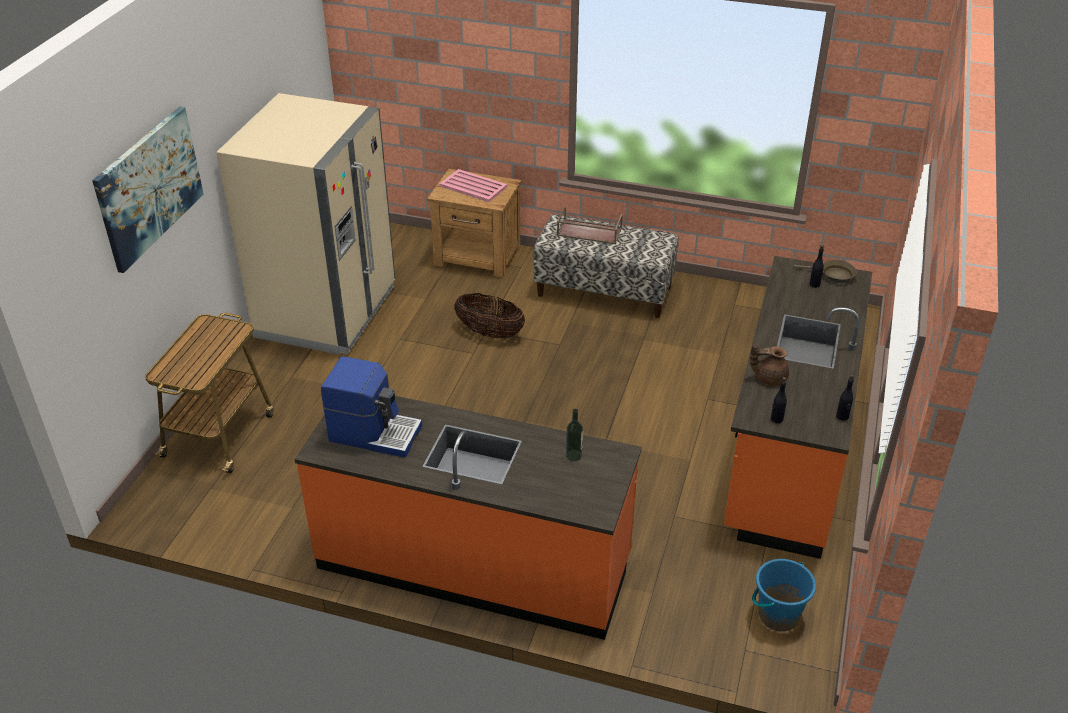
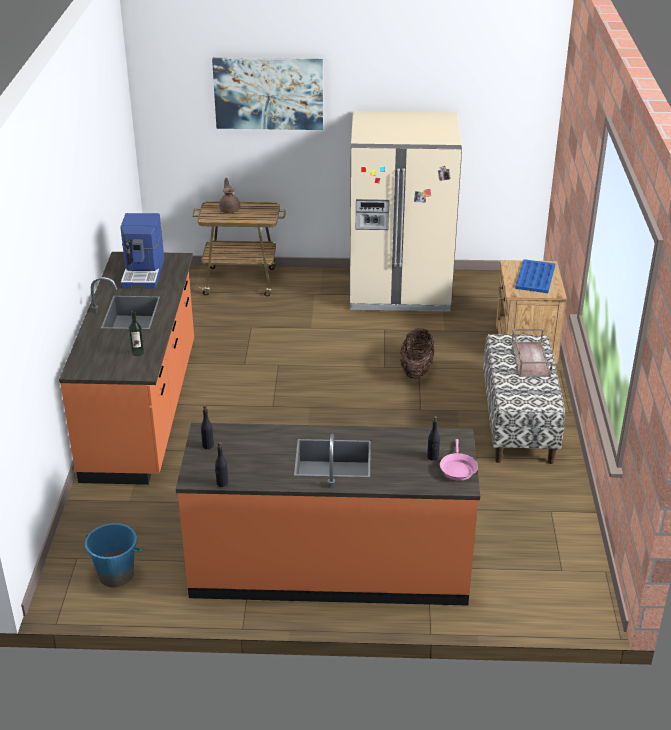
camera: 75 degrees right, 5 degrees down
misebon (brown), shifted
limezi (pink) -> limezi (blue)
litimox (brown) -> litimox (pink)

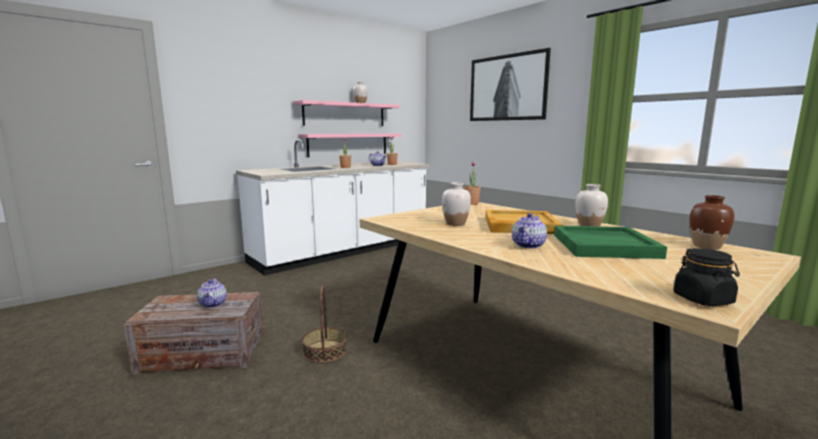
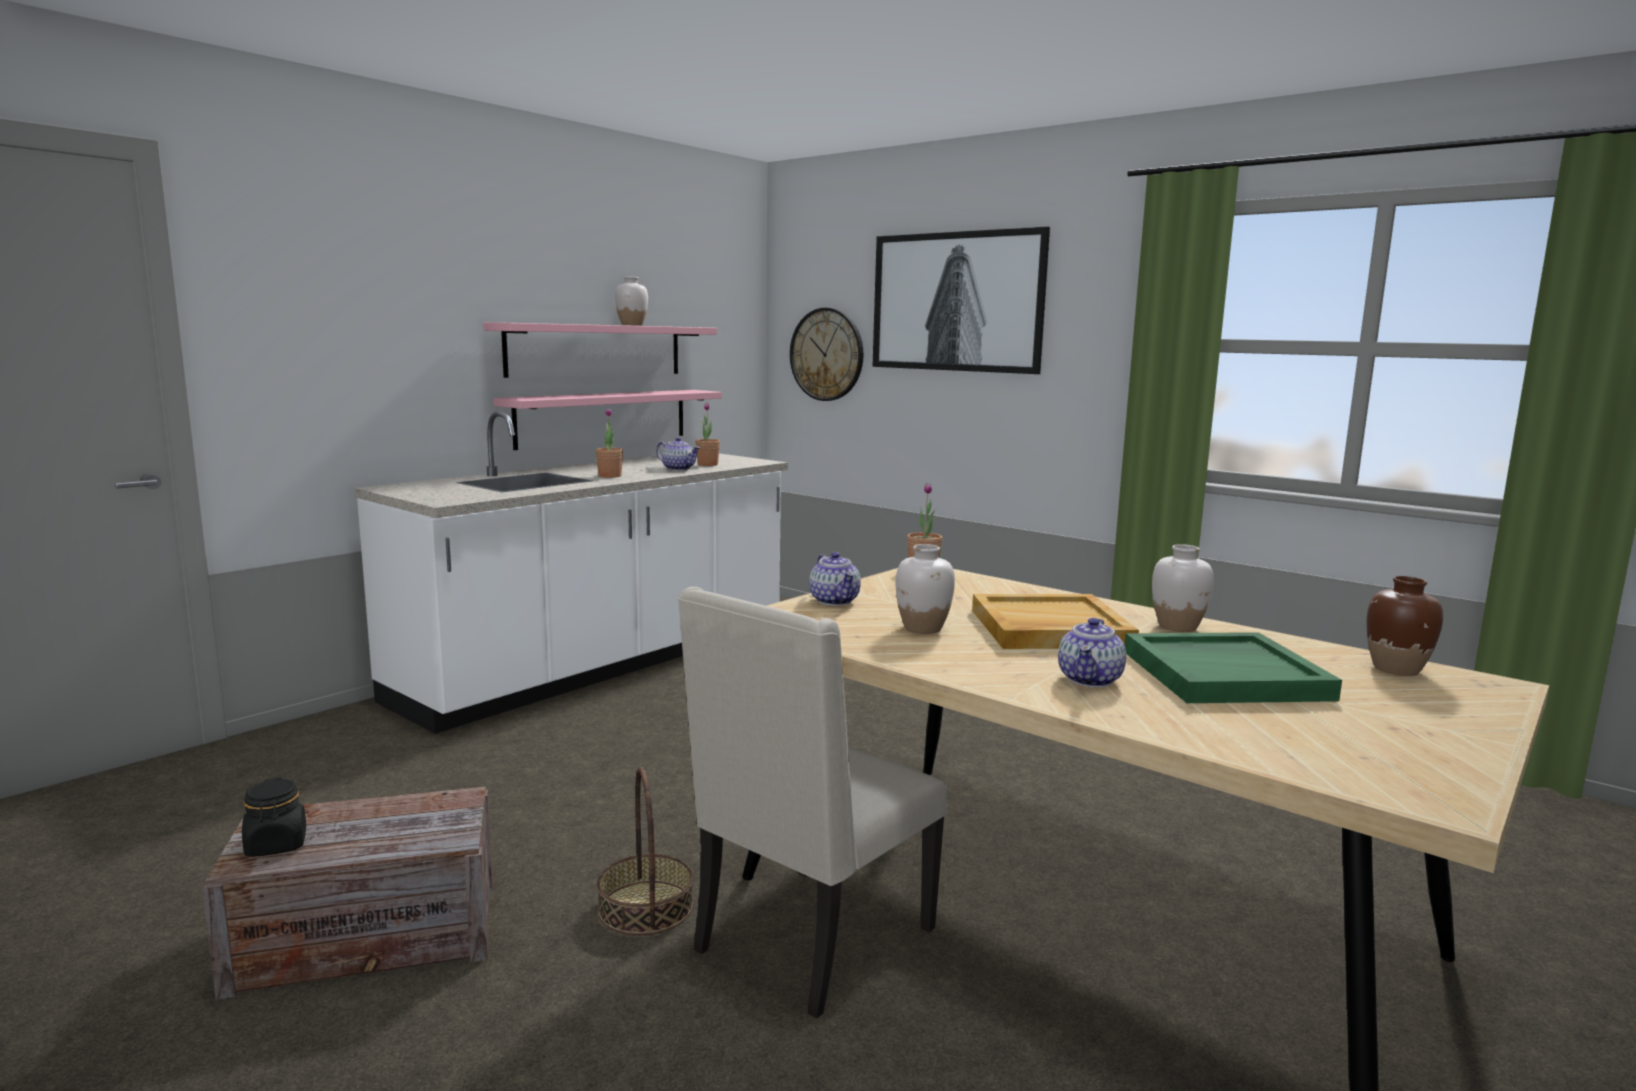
camera: 10 degrees left, 0 degrees up
none -> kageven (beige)
none -> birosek
misebon (no. 1 from left in the first image) -> misebon (no. 2 from left), shifted
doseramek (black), shifted

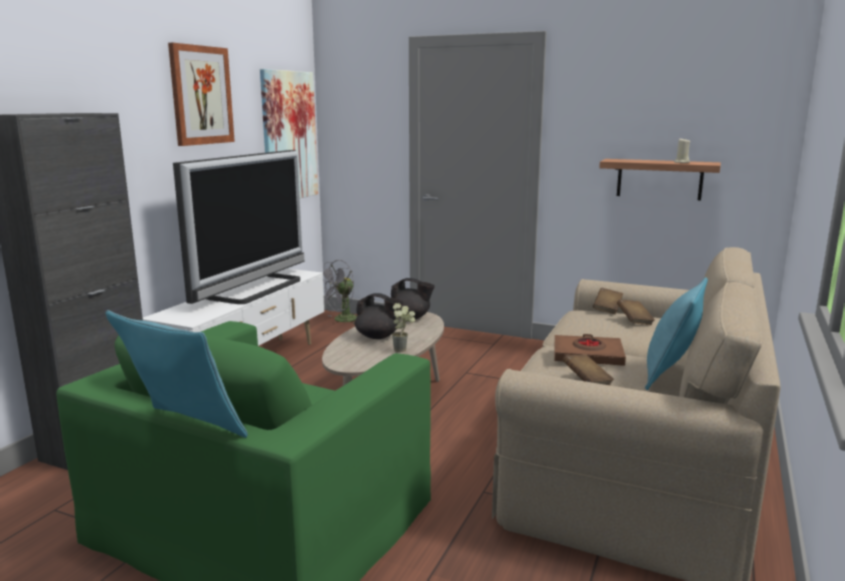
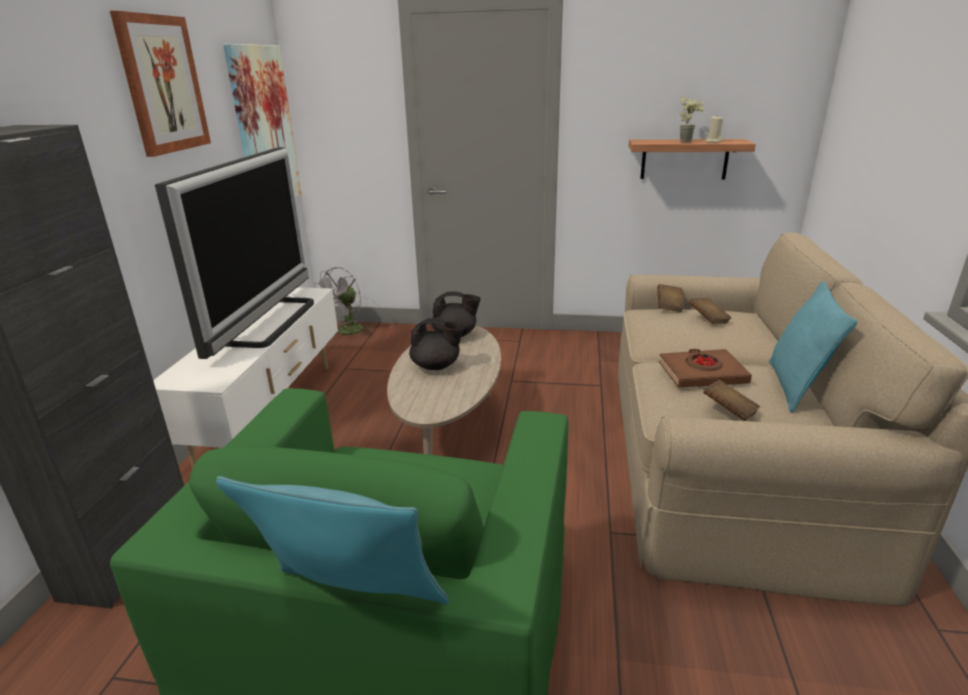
camera: 15 degrees left, 10 degrees up
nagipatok, shifted

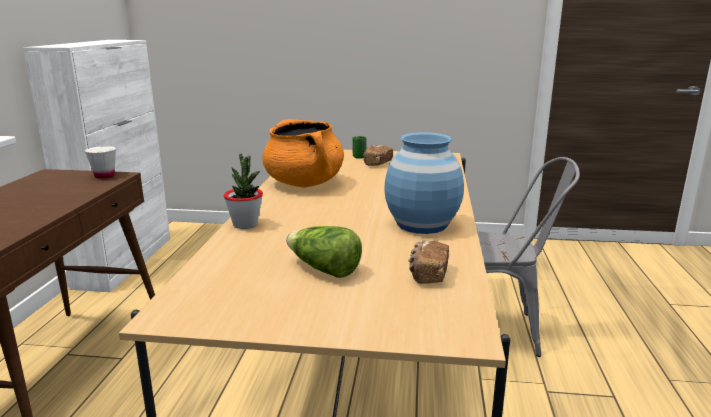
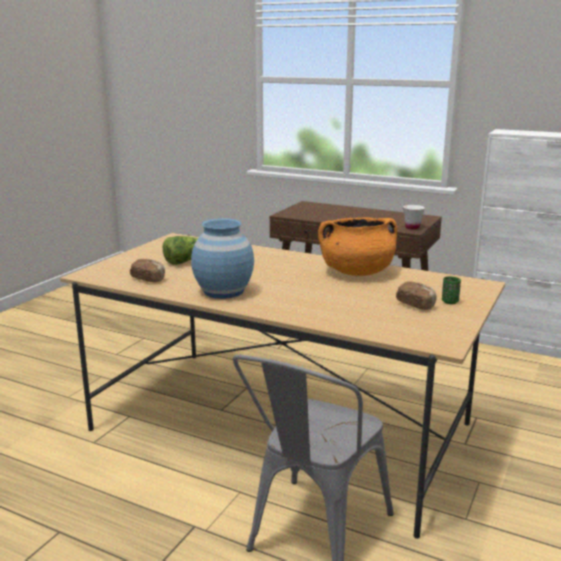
camera: 110 degrees right, 0 degrees up
nagipatok -> none

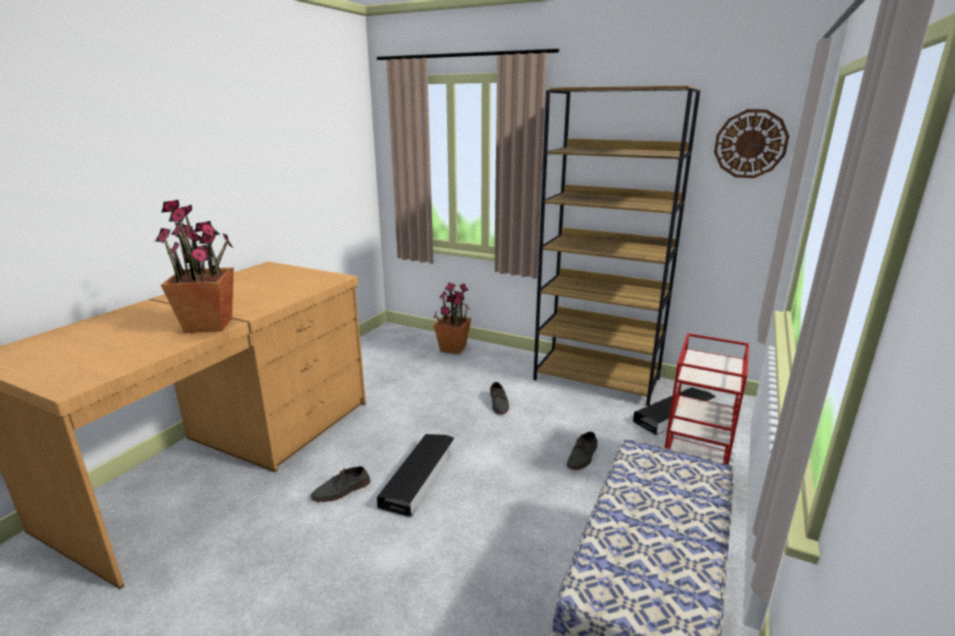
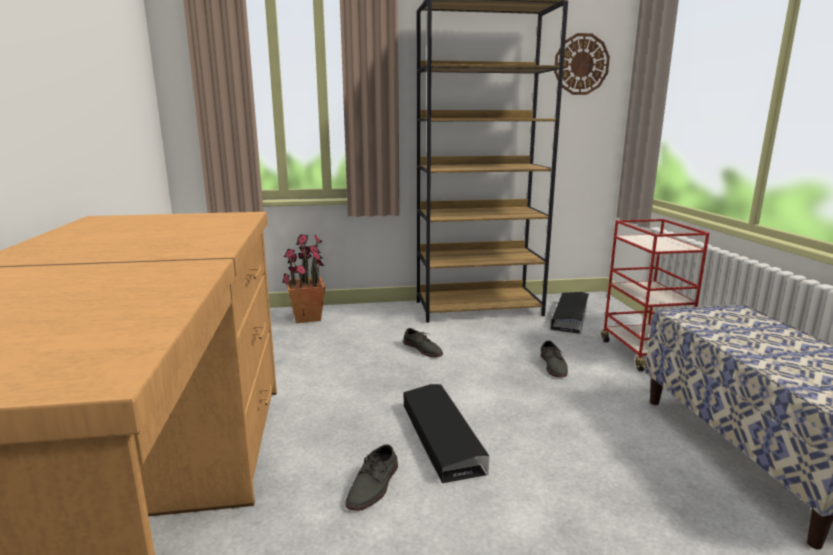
camera: 35 degrees left, 5 degrees down
nagipatok (no. 1 from left) -> none

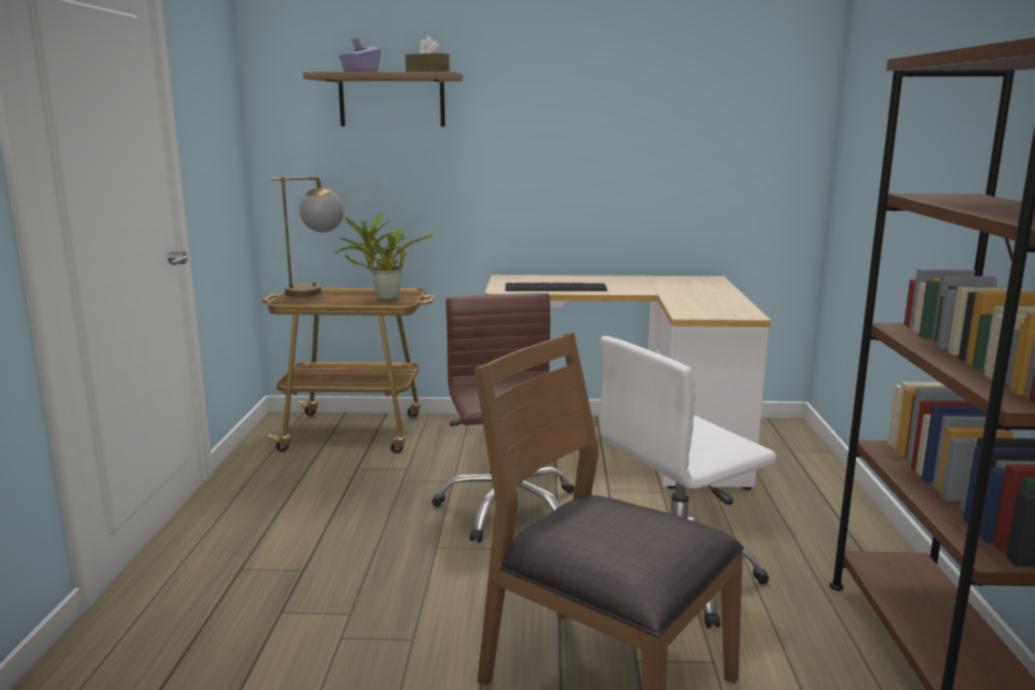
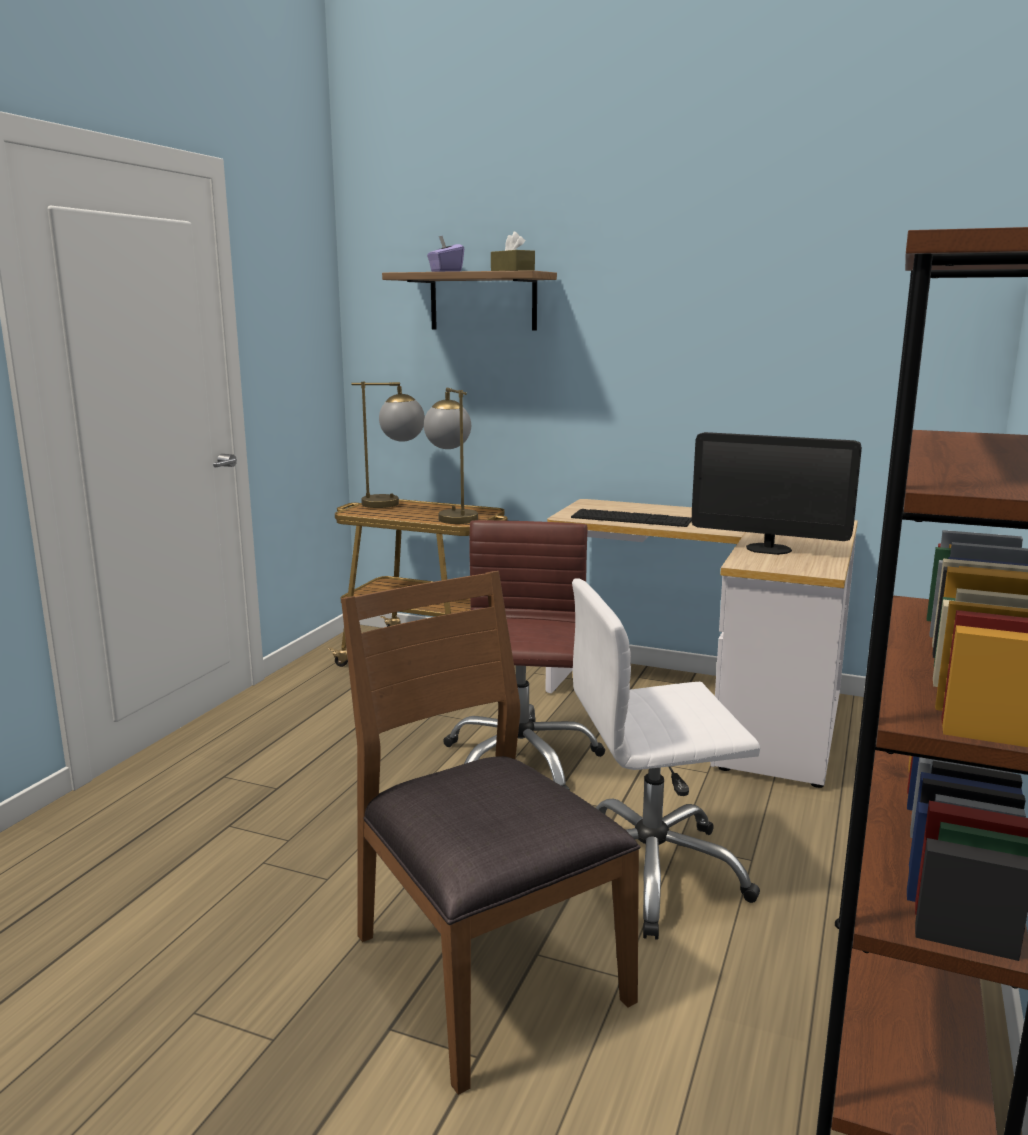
camera: 20 degrees right, 0 degrees up
none -> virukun
nagipatok -> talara (no. 2 from left)

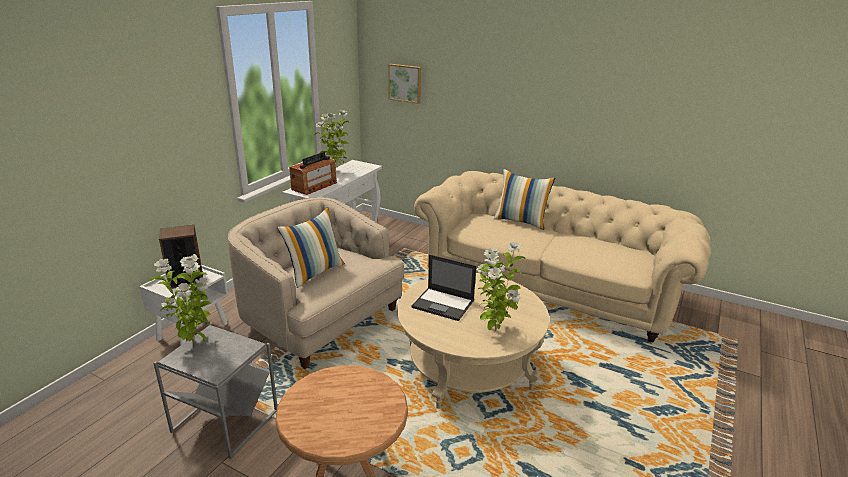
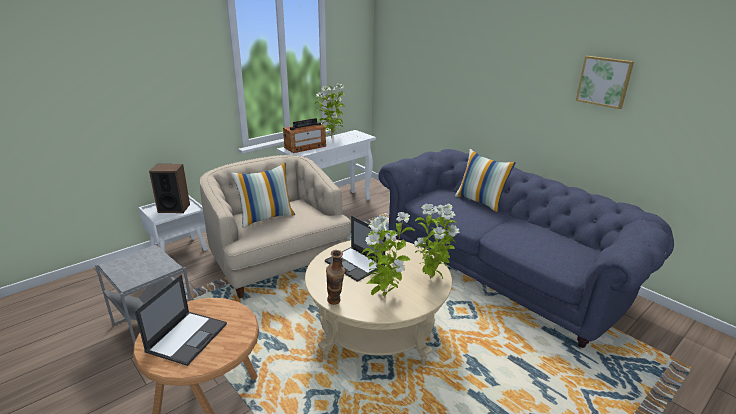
camera: 20 degrees right, 0 degrees up
none -> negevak (no. 1 from left)
none -> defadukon
nagipatok (no. 1 from left in the first image) -> nagipatok (no. 3 from left), shifted
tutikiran, shifted
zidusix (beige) -> zidusix (blue)

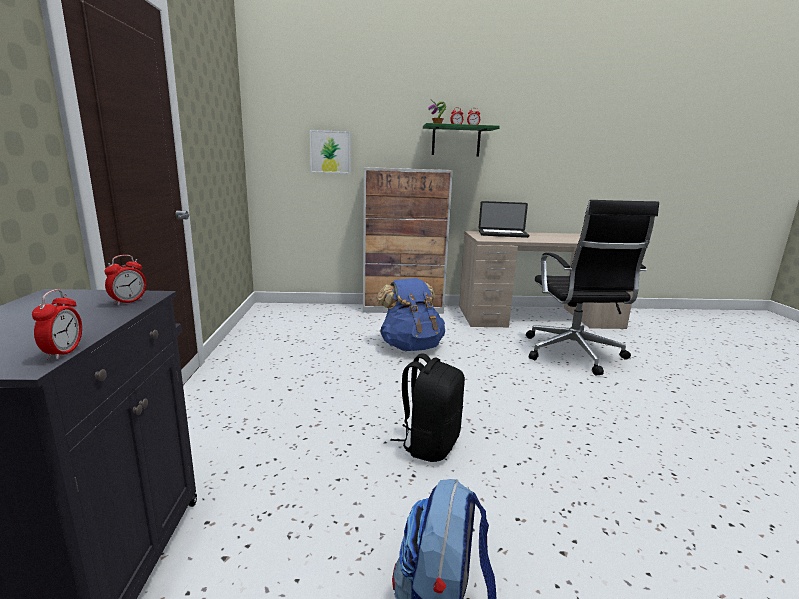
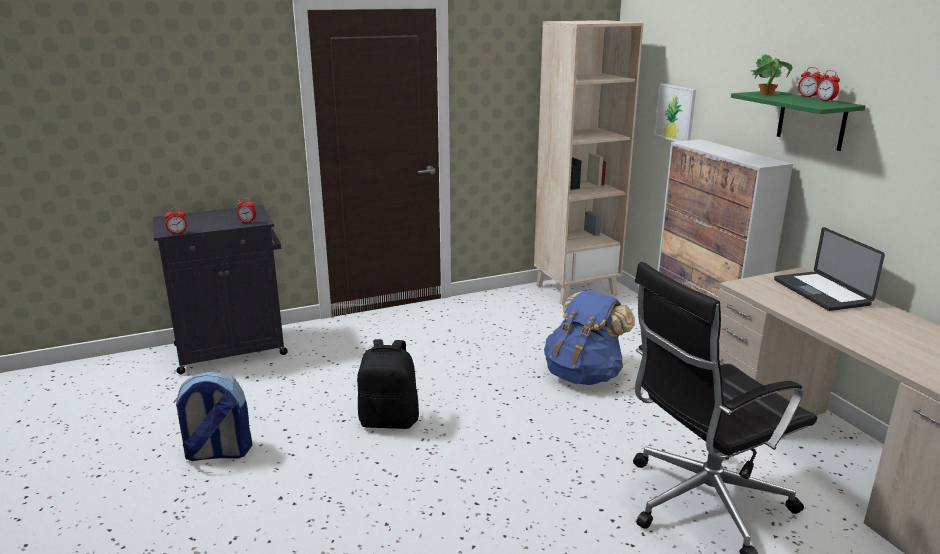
camera: 70 degrees right, 5 degrees up
none -> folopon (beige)

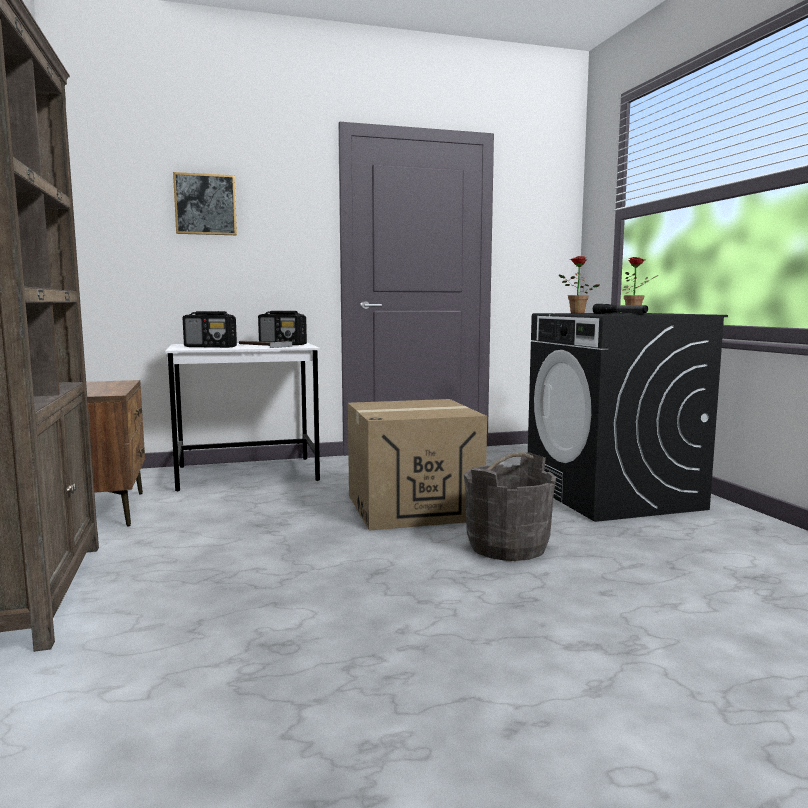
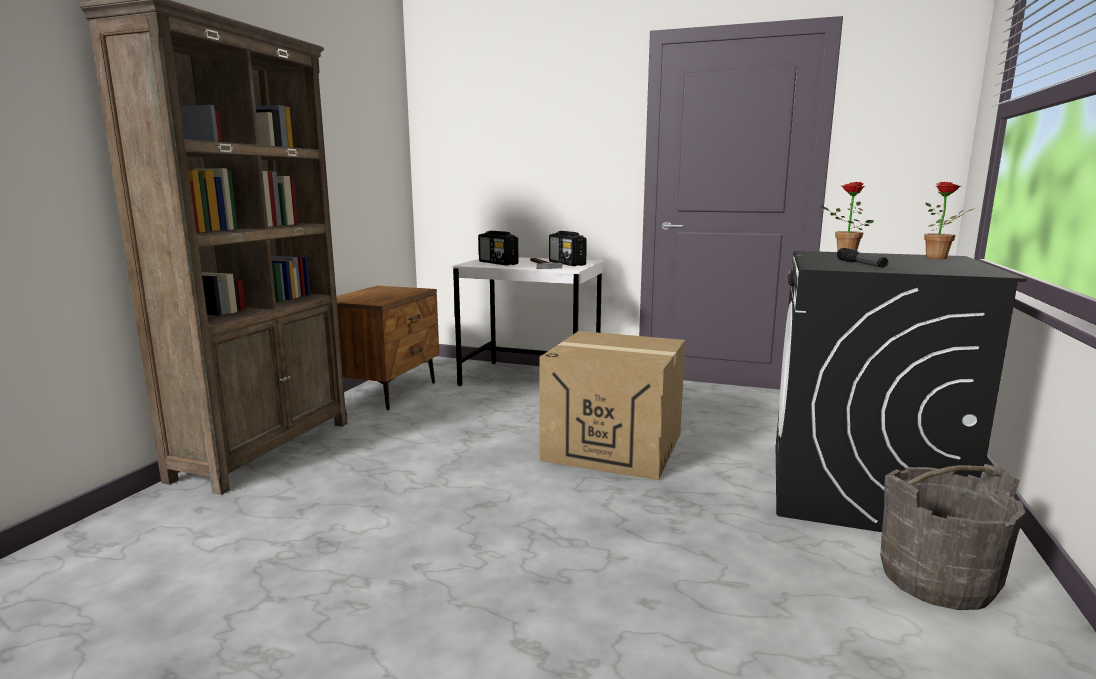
camera: 35 degrees right, 5 degrees up
tutikiran -> none
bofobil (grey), shifted

